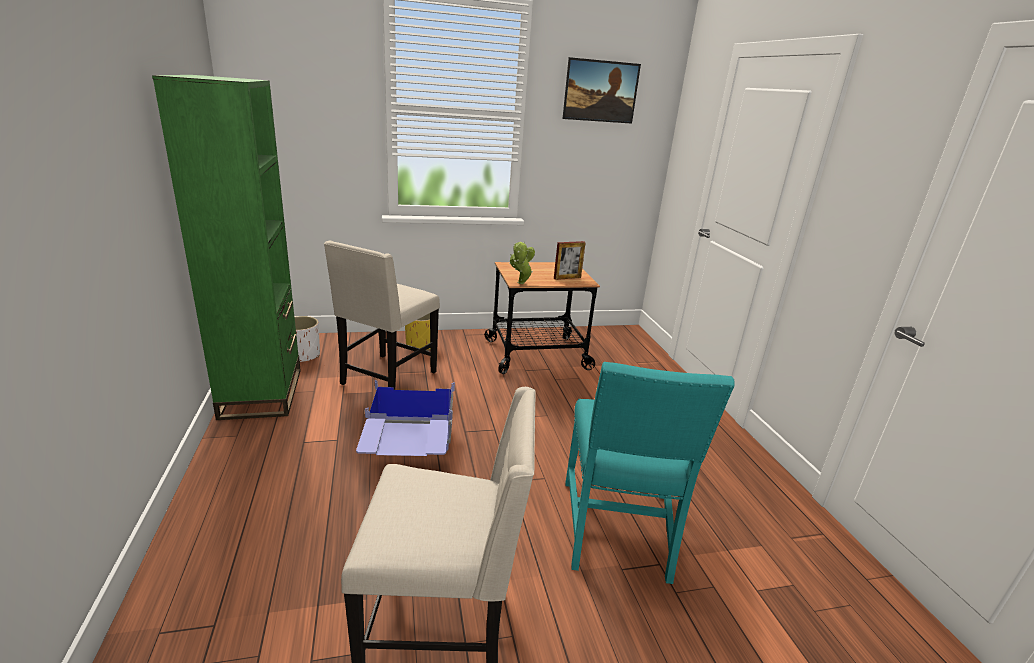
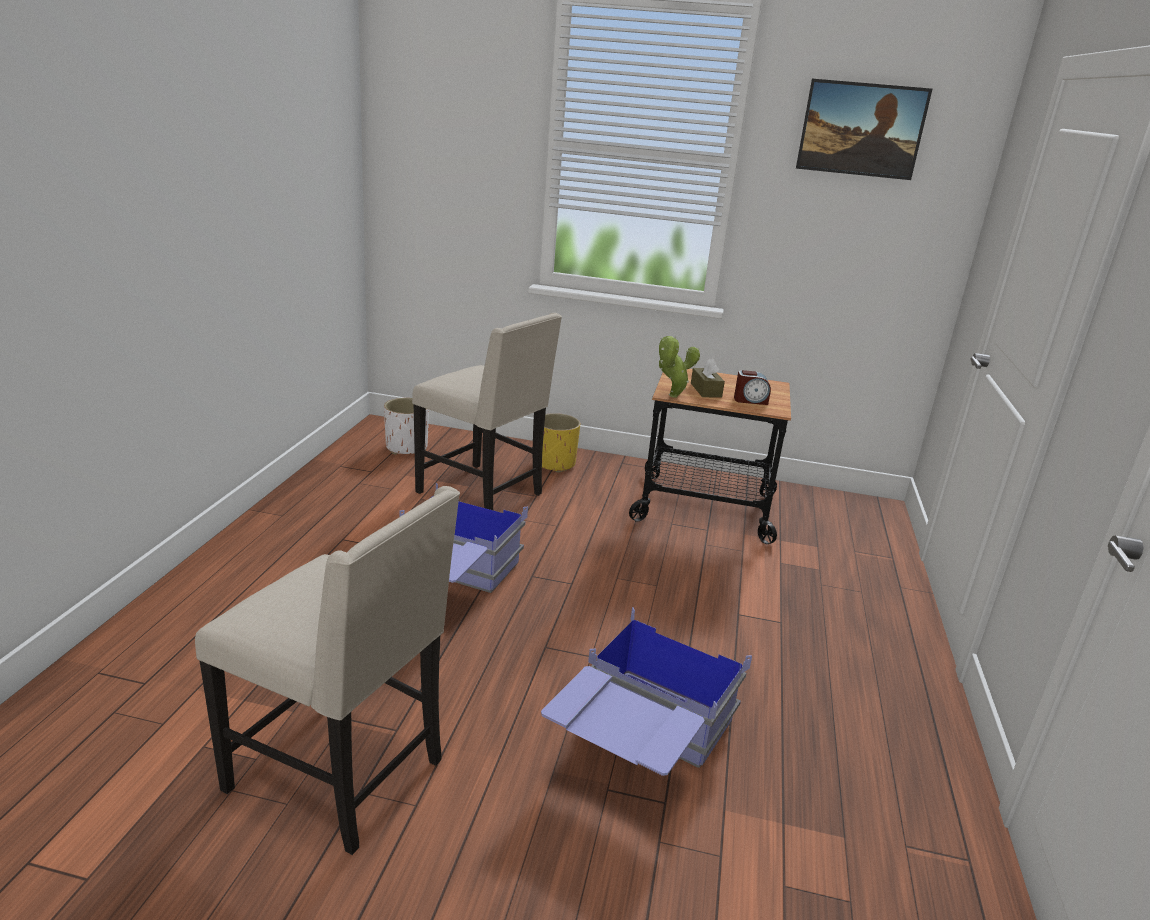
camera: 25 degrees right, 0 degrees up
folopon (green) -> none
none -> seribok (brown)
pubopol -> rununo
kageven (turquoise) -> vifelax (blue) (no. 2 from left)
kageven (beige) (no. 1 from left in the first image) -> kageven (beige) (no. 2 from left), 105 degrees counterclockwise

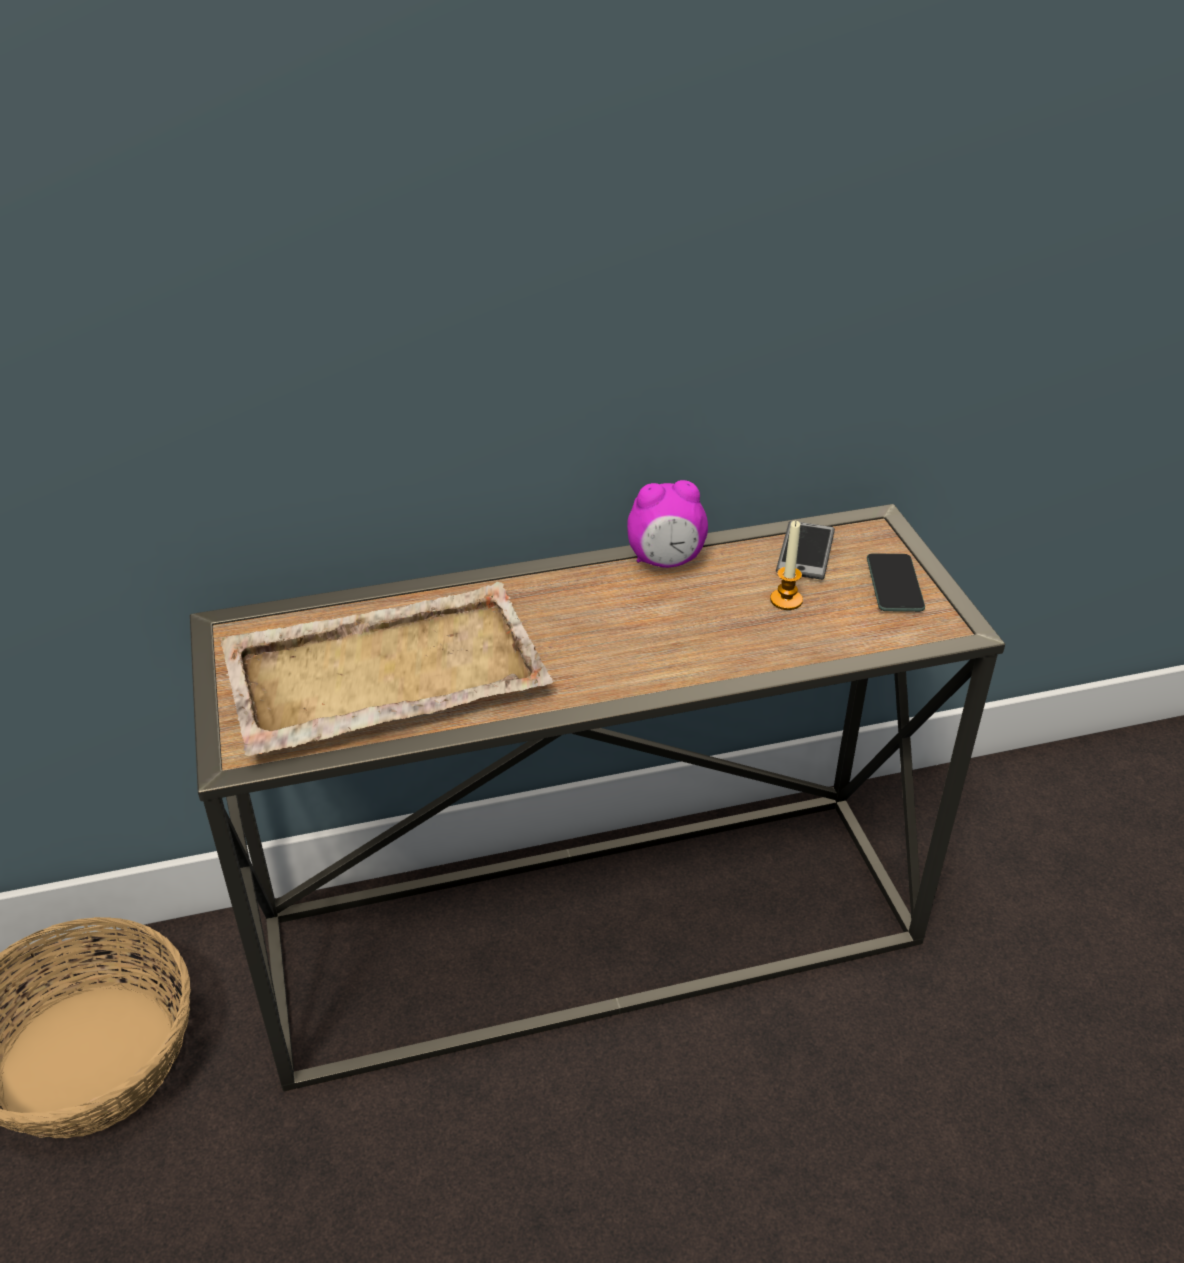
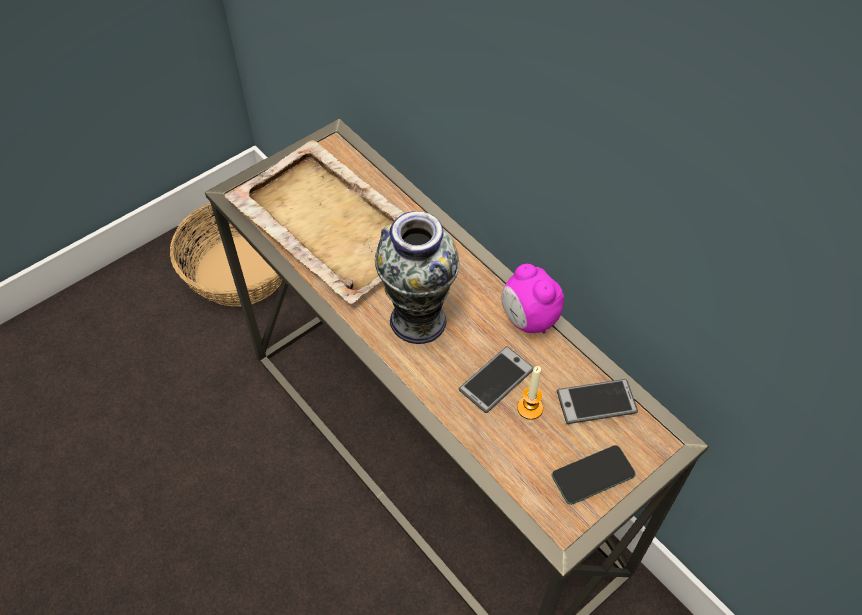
camera: 65 degrees right, 15 degrees up
none -> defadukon
none -> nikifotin (no. 1 from left)

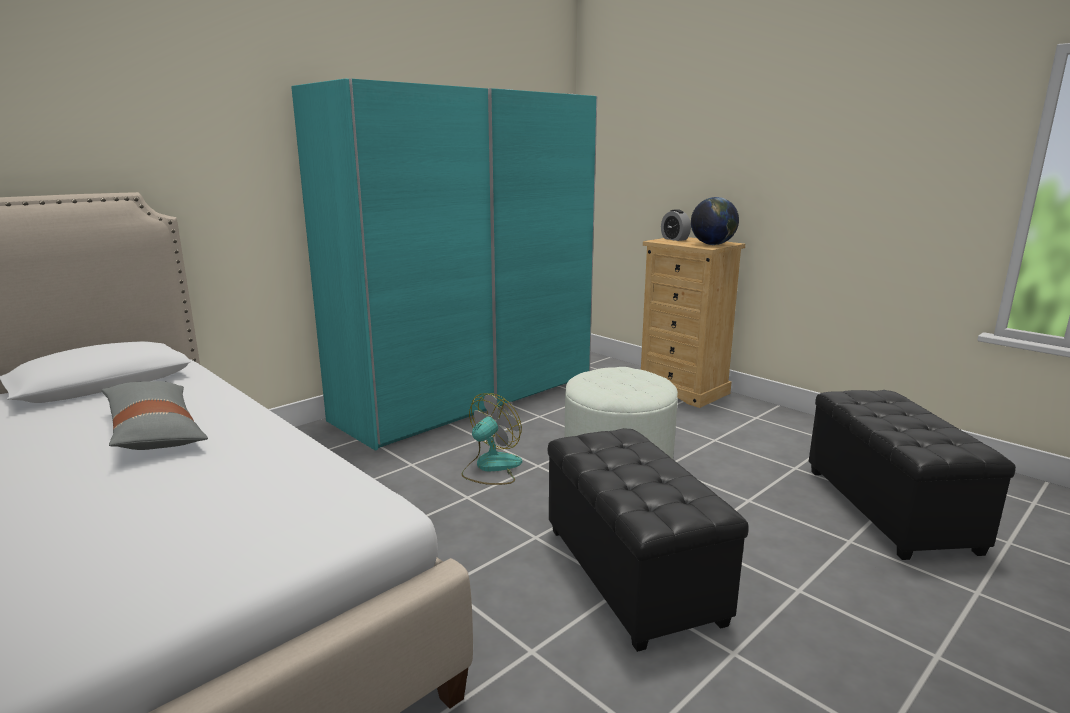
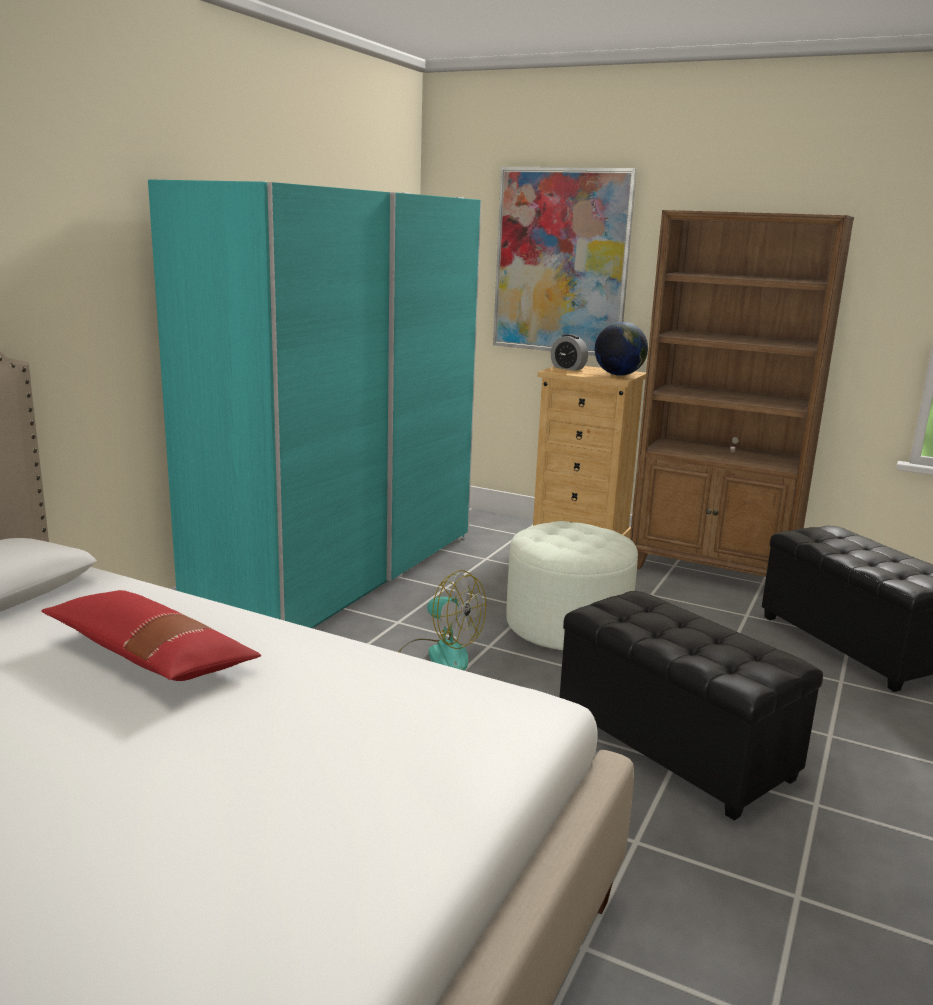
camera: 20 degrees left, 0 degrees up
none -> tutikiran
none -> folopon (brown)
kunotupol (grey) -> kunotupol (red)
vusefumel, 105 degrees clockwise

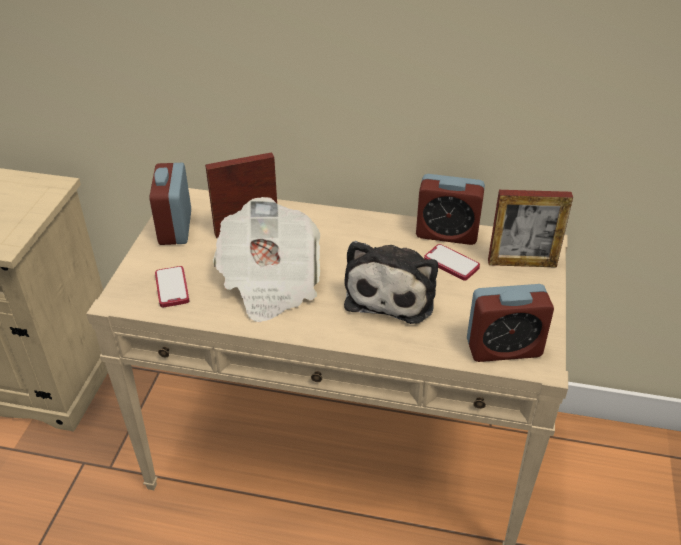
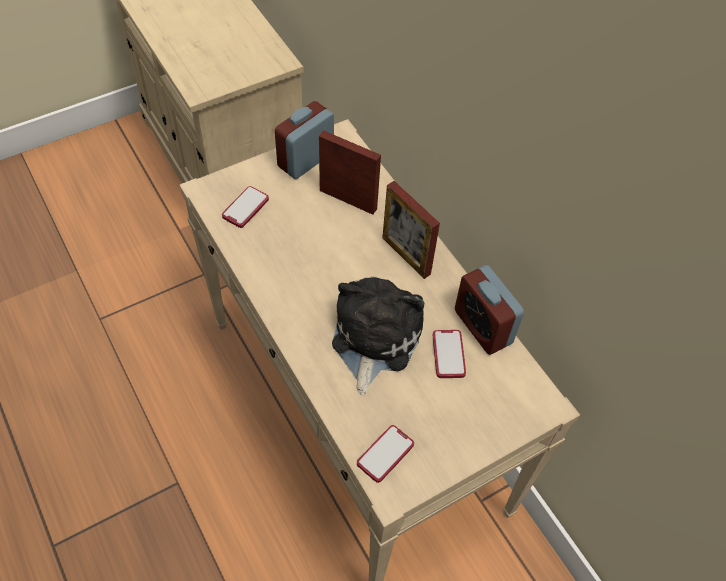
camera: 45 degrees right, 15 degrees up
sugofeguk -> none
pubopol (no. 2 from left), shifted
rununo (no. 3 from left) -> nikifotin (no. 2 from left)
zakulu, 135 degrees clockwise

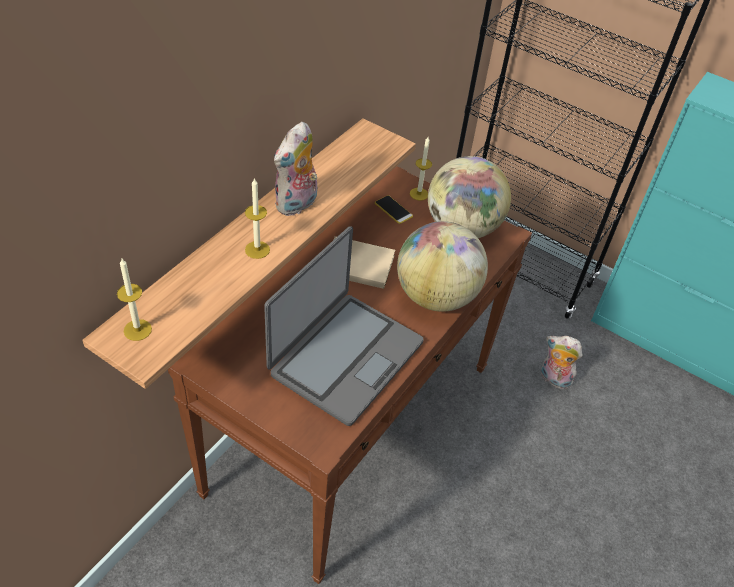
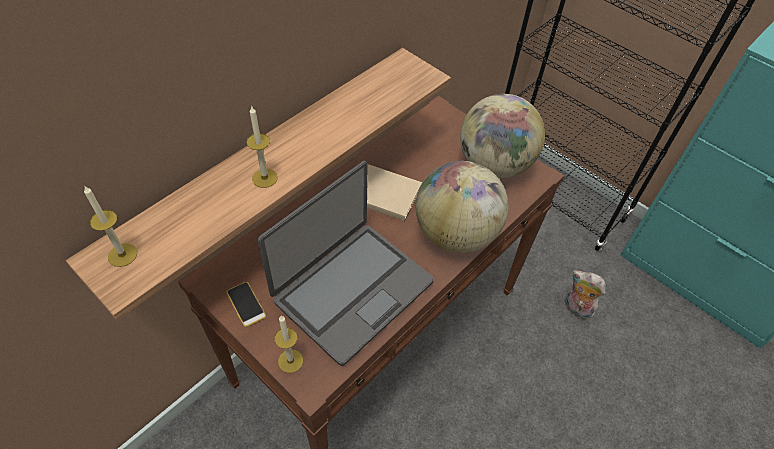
camera: 10 degrees right, 5 degrees up
zakulu (no. 1 from left) -> none
nikifotin, shifted
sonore (no. 3 from left), shifted

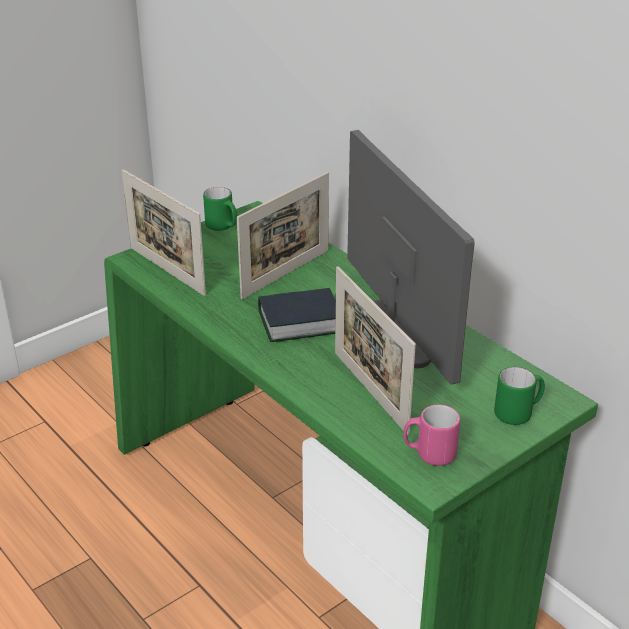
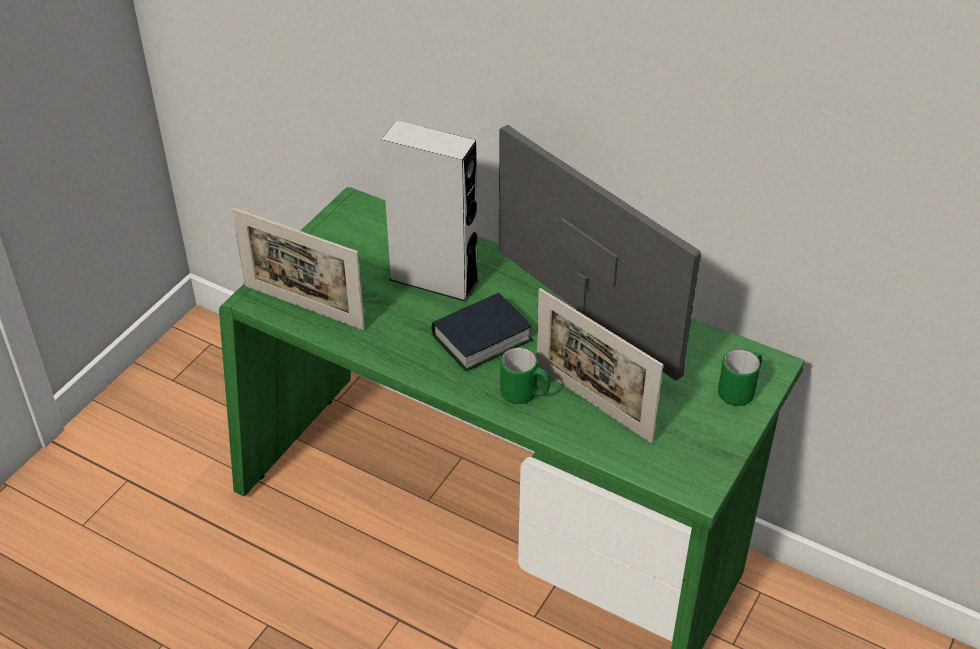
camera: 20 degrees left, 10 degrees up
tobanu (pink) -> none
tobanu (green) (no. 1 from left), shifted
pubopol (no. 2 from left) -> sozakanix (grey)

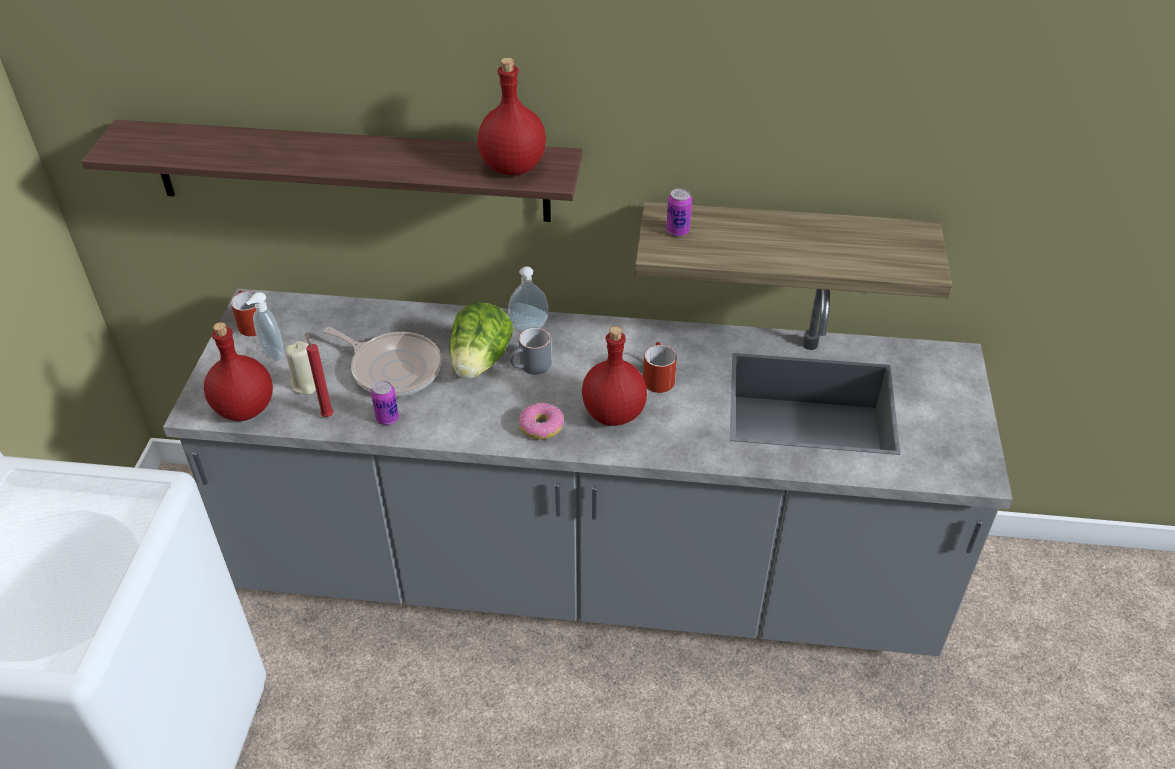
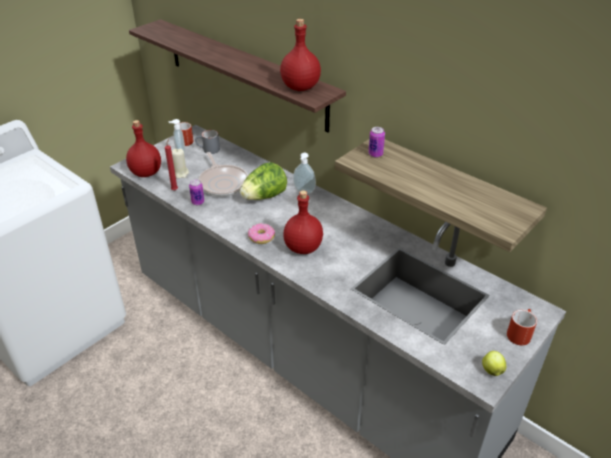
camera: 35 degrees right, 5 degrees down
none -> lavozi
tobanu (grey), shifted
tobanu (red) (no. 2 from left), shifted

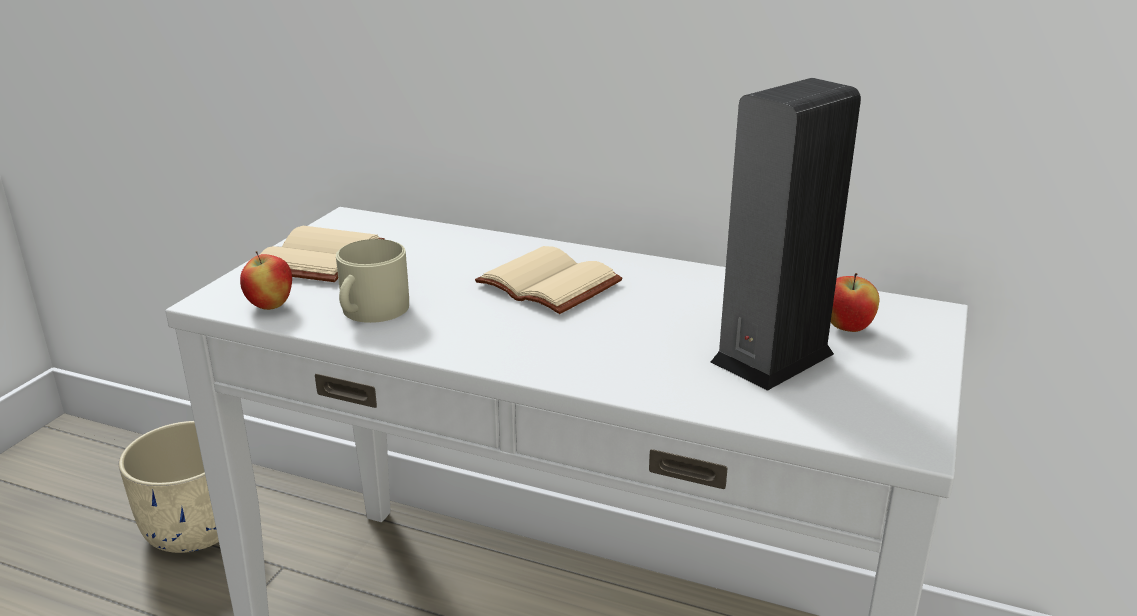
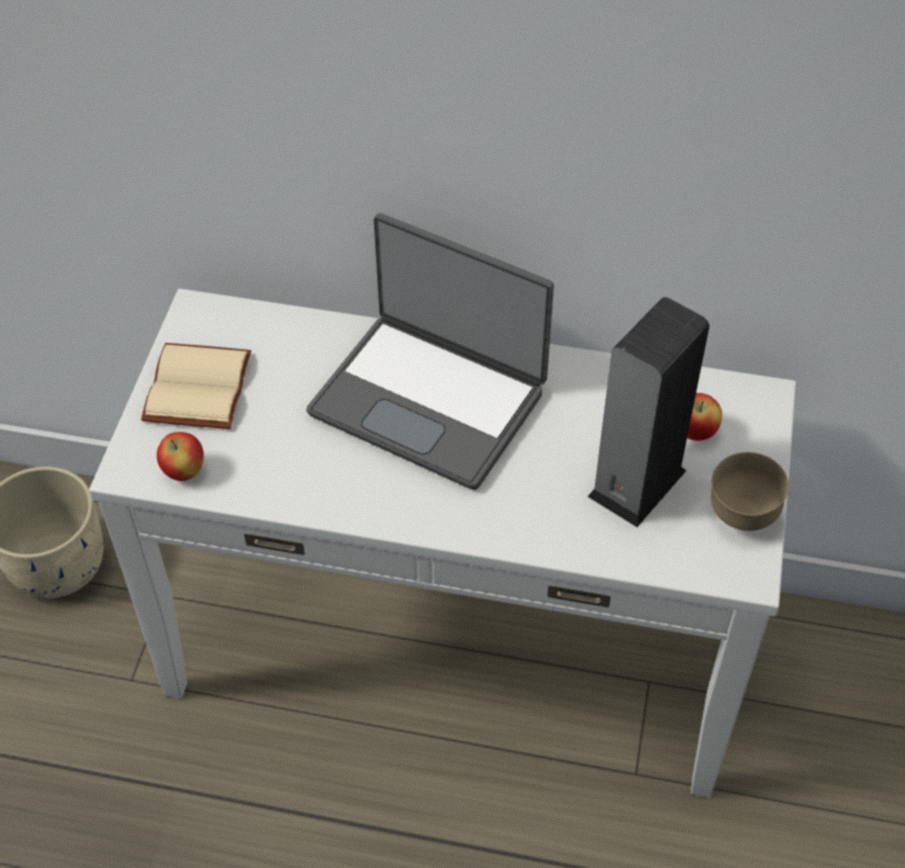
camera: 10 degrees left, 25 degrees up
tobanu (beige) -> none
none -> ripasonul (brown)
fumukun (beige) (no. 2 from left) -> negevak

